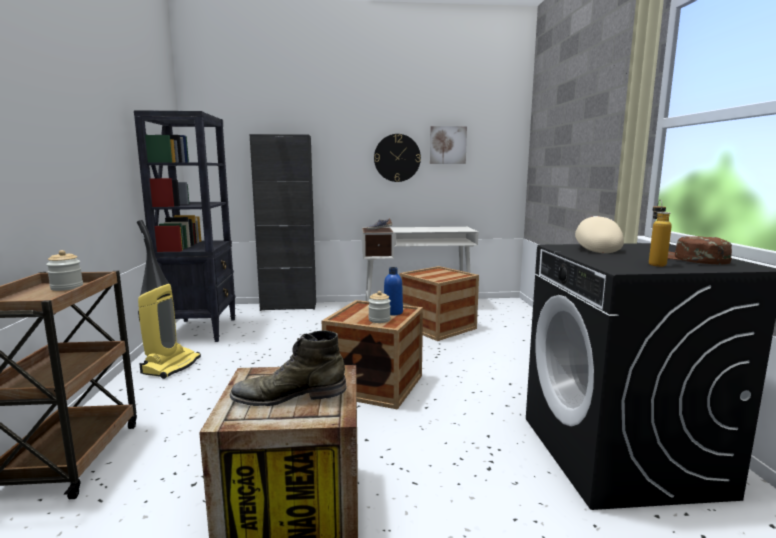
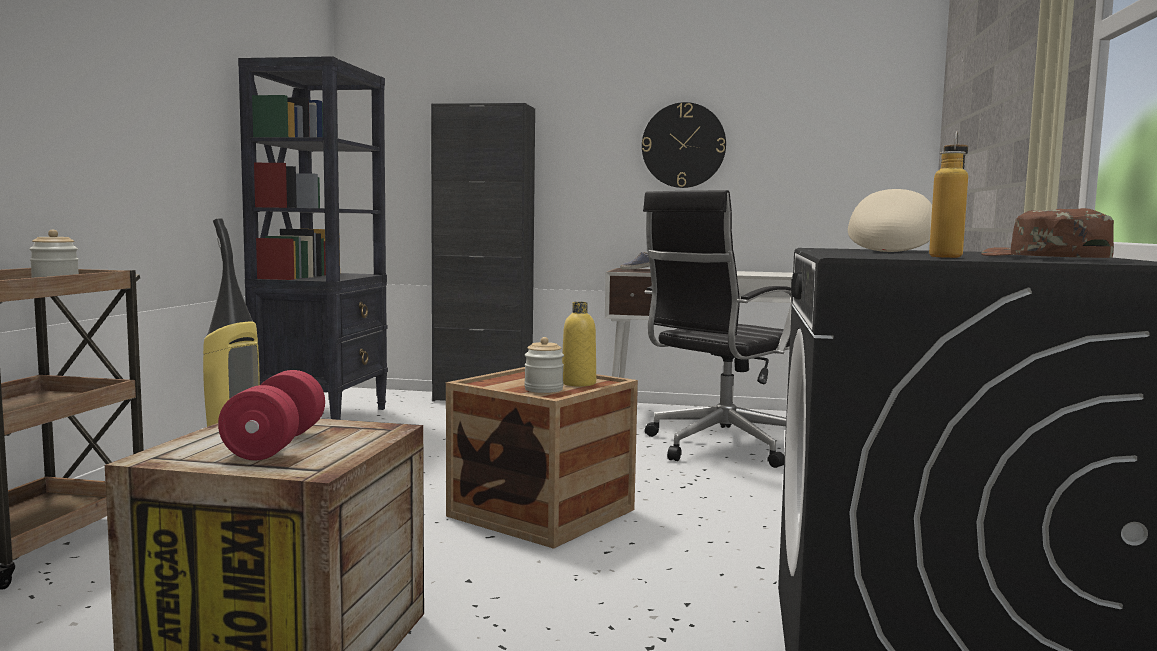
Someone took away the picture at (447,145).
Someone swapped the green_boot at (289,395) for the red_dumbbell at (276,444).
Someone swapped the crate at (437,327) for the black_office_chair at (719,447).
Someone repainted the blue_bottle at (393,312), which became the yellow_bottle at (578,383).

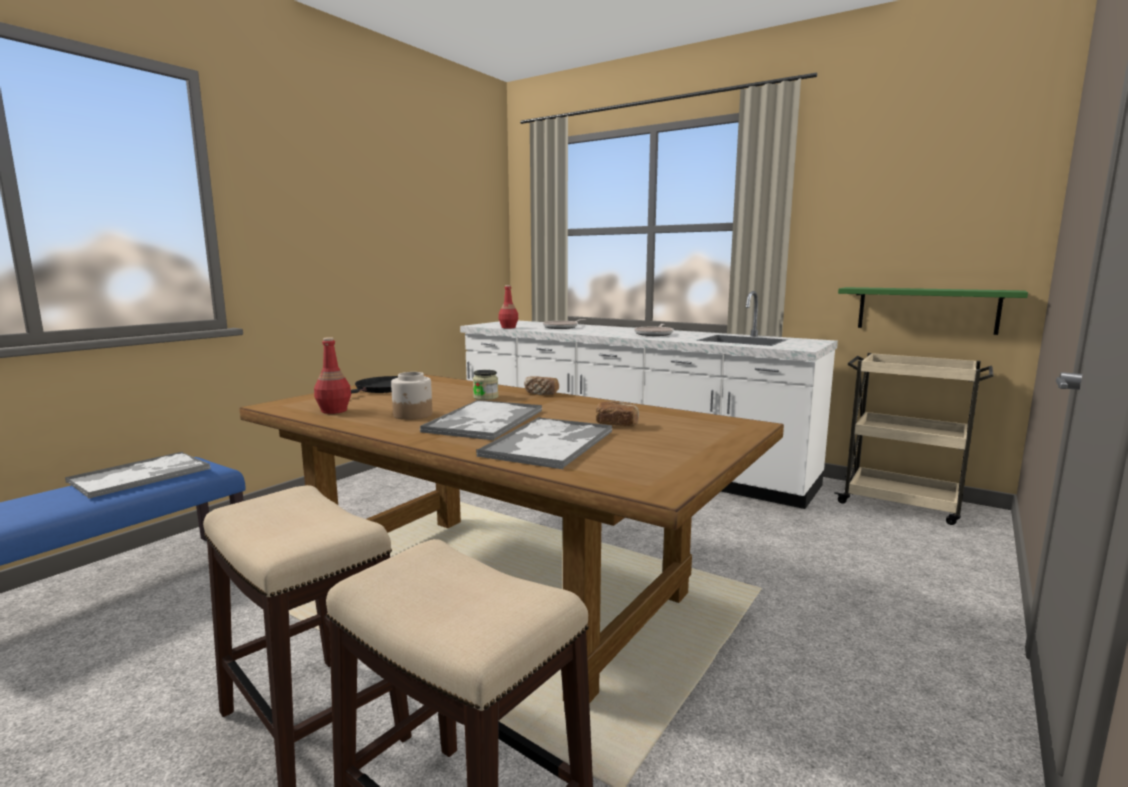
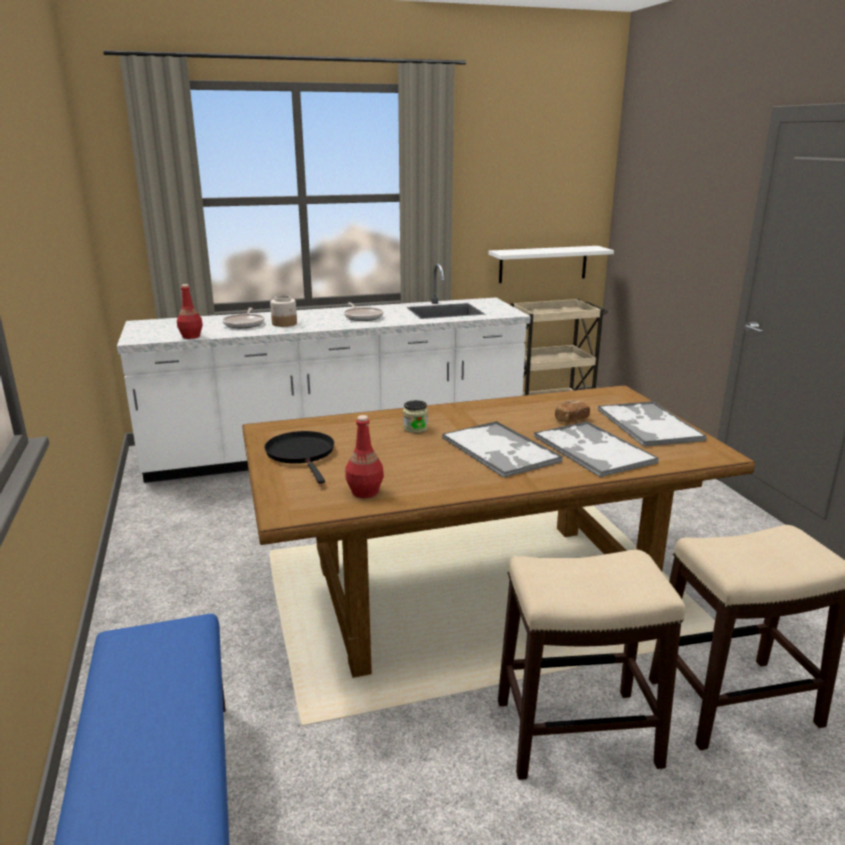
Someone took away the bread at (541,393).
Someone carried the tray from (142,475) to (648,424).
Someone carried the jar from (413,415) to (284,324).
Someone repainted the green_shelf at (926,310), which became the white_shelf at (543,264).

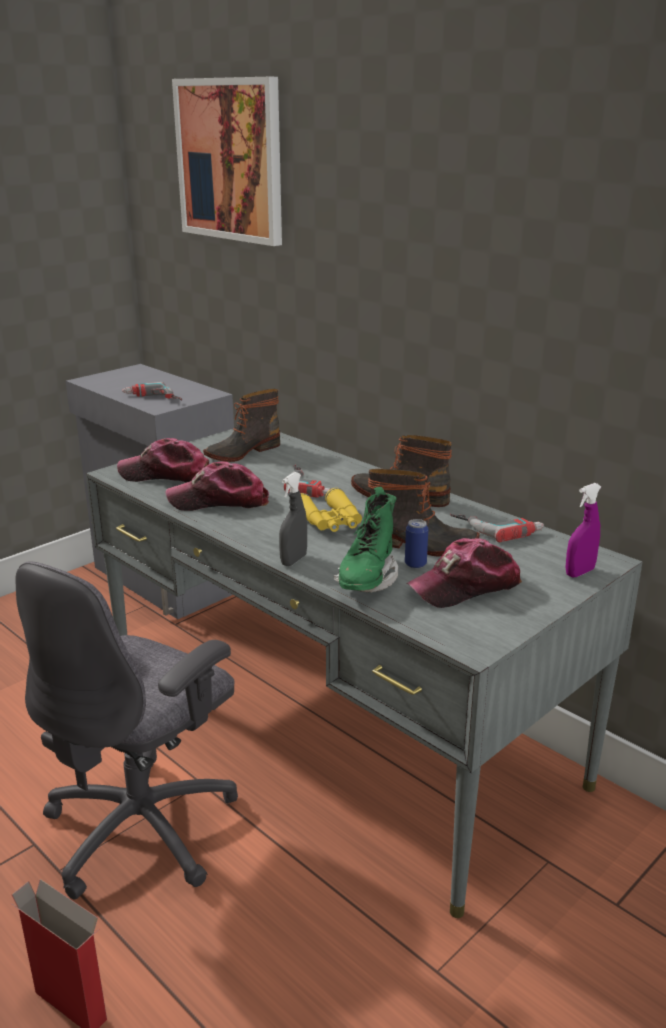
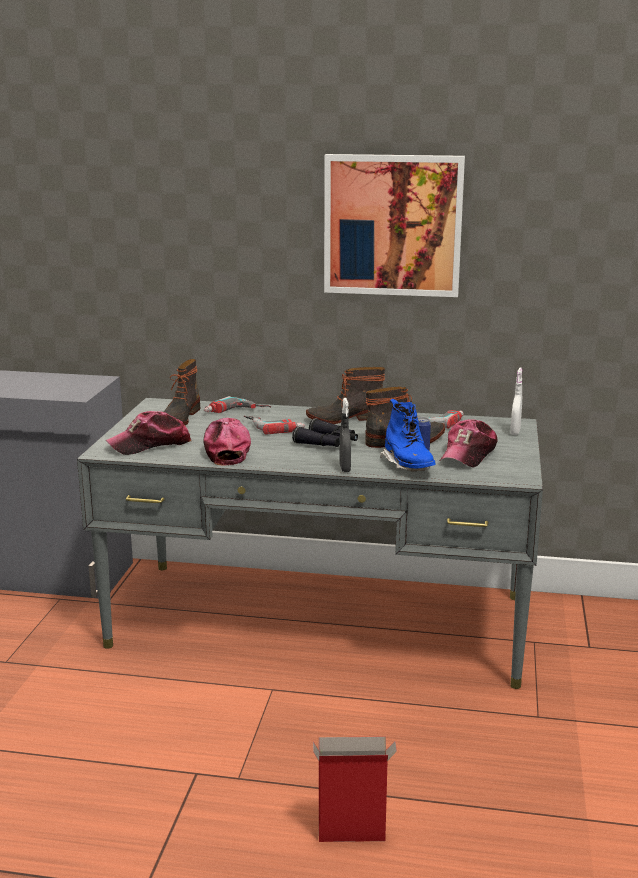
Someone took away the grey_office_chair at (144,827).
Someone carried the power_drill from (152,399) to (236,412).
Someone carried the picture from (230,160) to (393,225).
Someone repainted the yellow_binoculars at (330,522), which became the black_binoculars at (328,443).
Someone repainted the green_boot at (367,580), which became the blue_boot at (408,466).
Someone repainted the purple_spray_bottle at (579,572), which became the white_spray_bottle at (515,432).
Someone rotated the cap at (219,501) by 120 degrees clockwise.

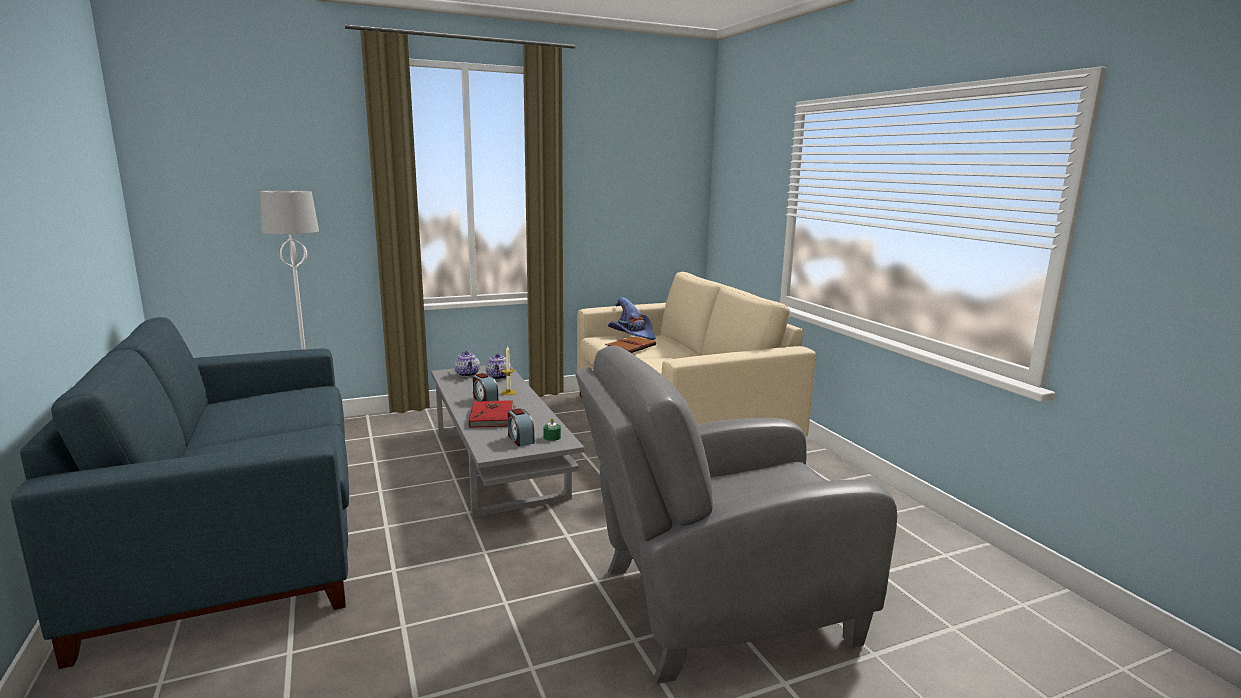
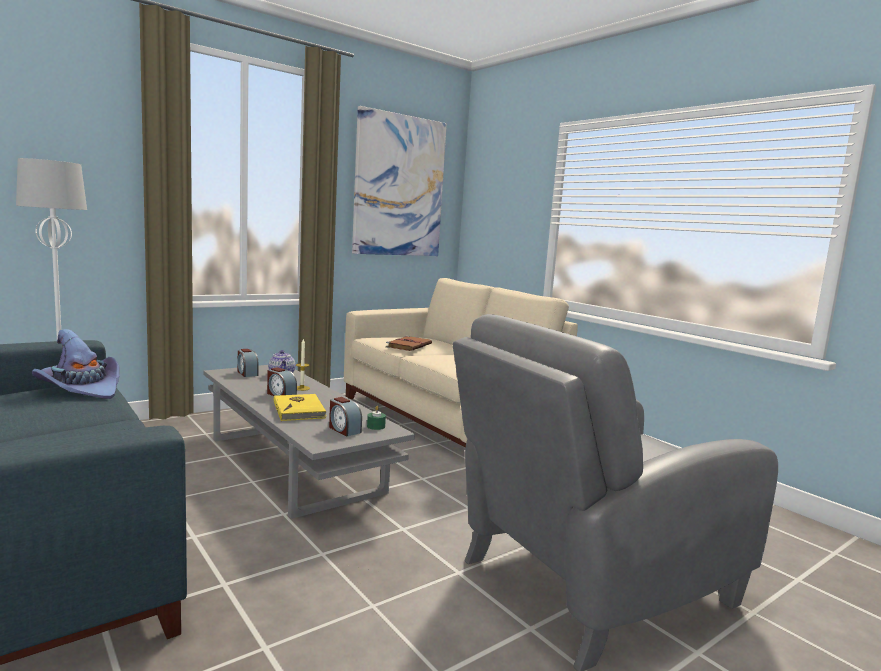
Someone put up the picture at (399,186).
Someone carried the purple_hat from (632,334) to (81,389).
Someone swapped the teapot at (468,374) for the alarm_clock at (247,373).
Someone repainted the red_book at (493,416), which became the yellow_book at (300,410).

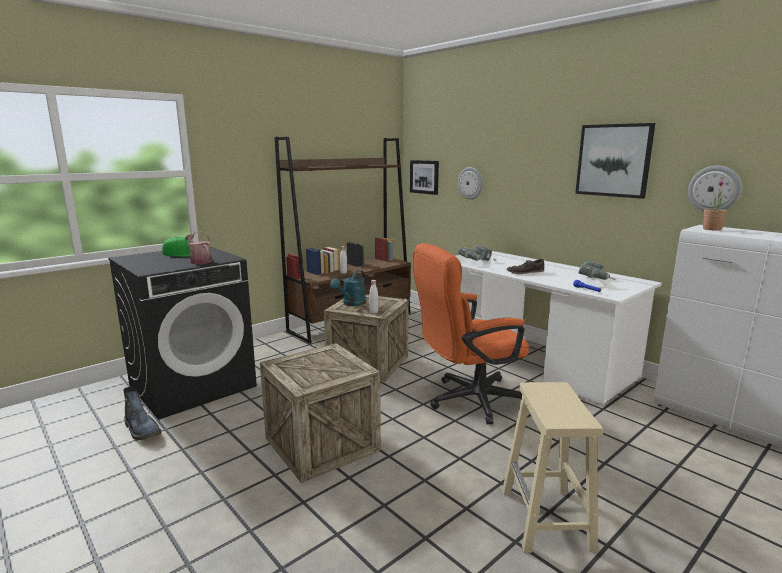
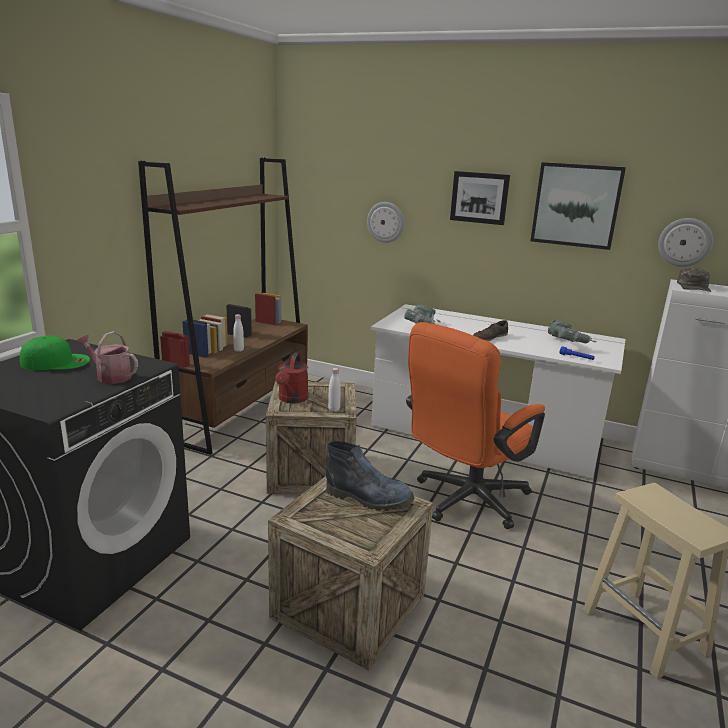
Someone carried the boot from (143,430) to (370,498).
Someone carried the picture from (424,177) to (479,197).
Someone swapped the potted_plant at (712,229) for the green_cap at (694,287).
Someone repainted the turquoise_watering_can at (351,304), which became the red_watering_can at (292,399).

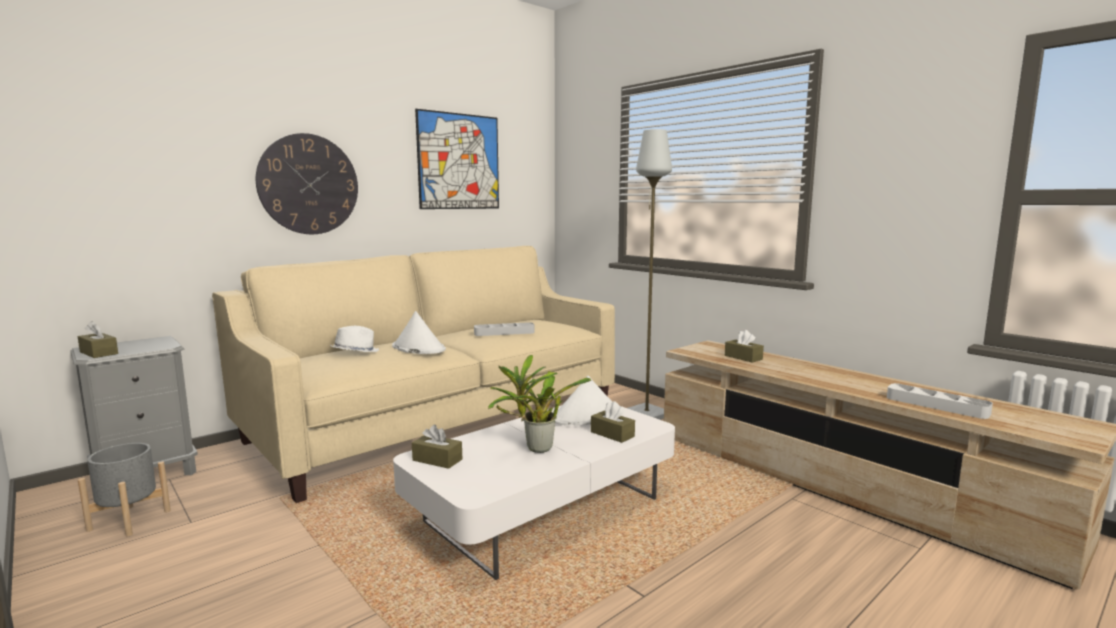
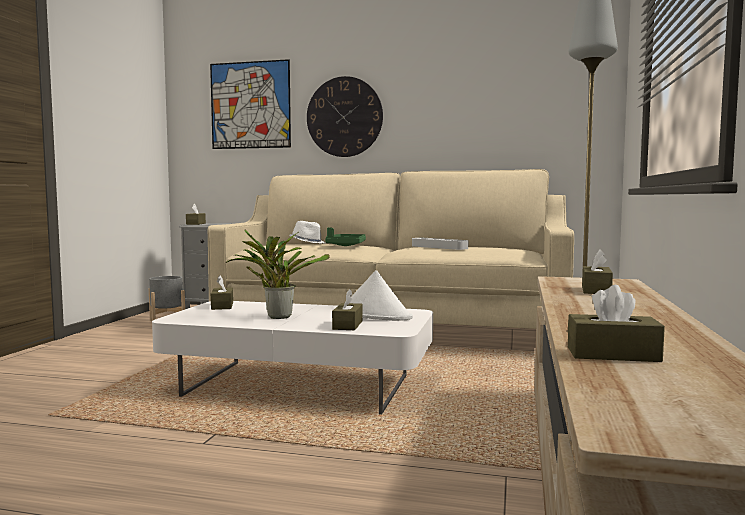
Someone carried the picture from (459,161) to (250,105).
Someone swapped the white_hat at (418,348) for the green_tray at (346,246).
Someone swapped the grey_tray at (936,405) for the brown_tissue_box at (613,354).

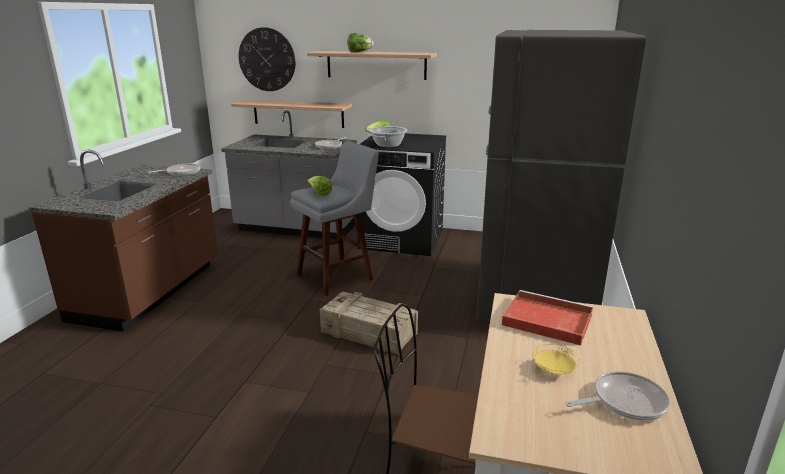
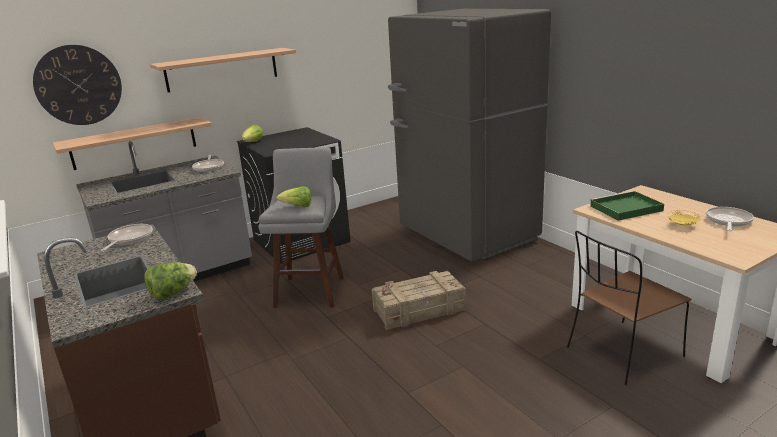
Someone took away the cooking_pot at (388,145).
Someone carried the lettuce from (359,52) to (173,293).
Someone repainted the red_tray at (545,320), which became the green_tray at (625,208).

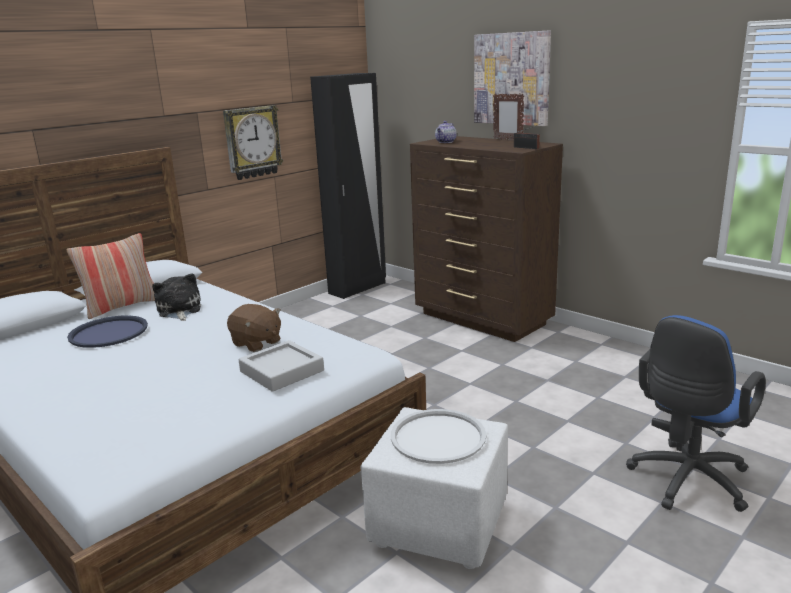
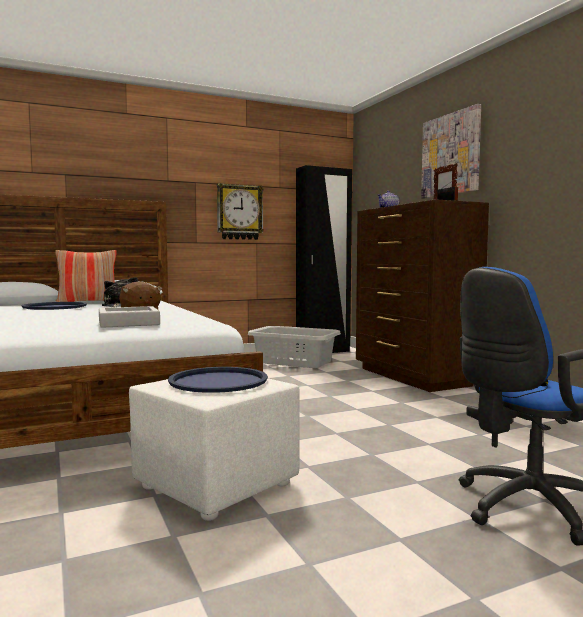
Someone put down the grey_laundry_basket at (294,362).
Someone repainted the white_tray at (438,437), which became the blue_tray at (218,381).

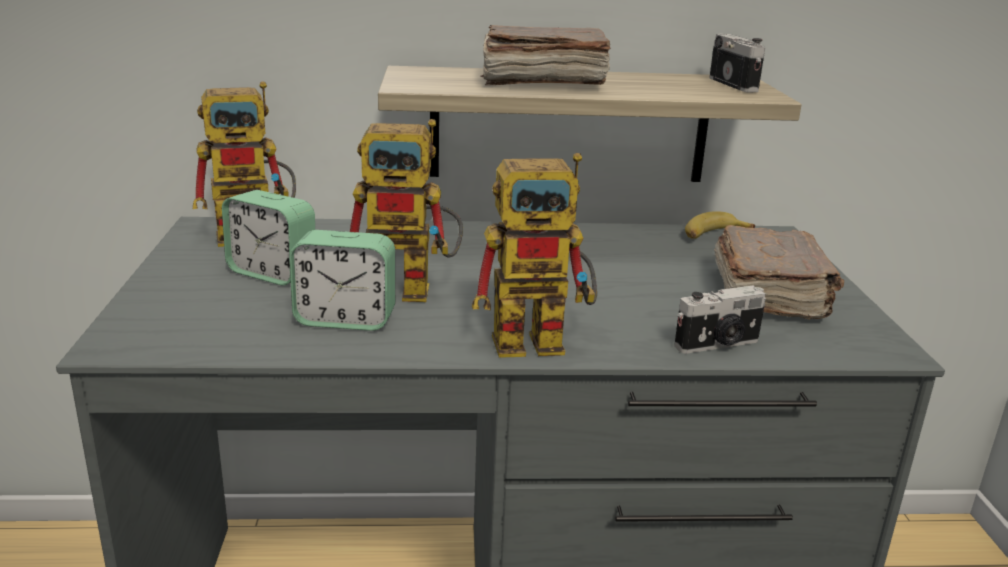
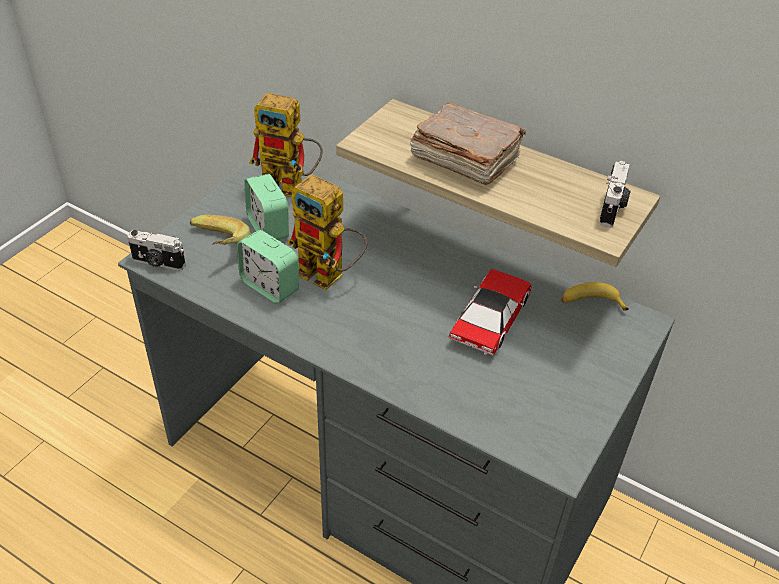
Someone took away the toy_robot at (543,340).
Someone took away the brown_book at (769,295).
Someone put down the banana at (216,247).
Someone put down the toy_car at (490,319).
Someone carried the photo_camera from (718,345) to (158,263).

